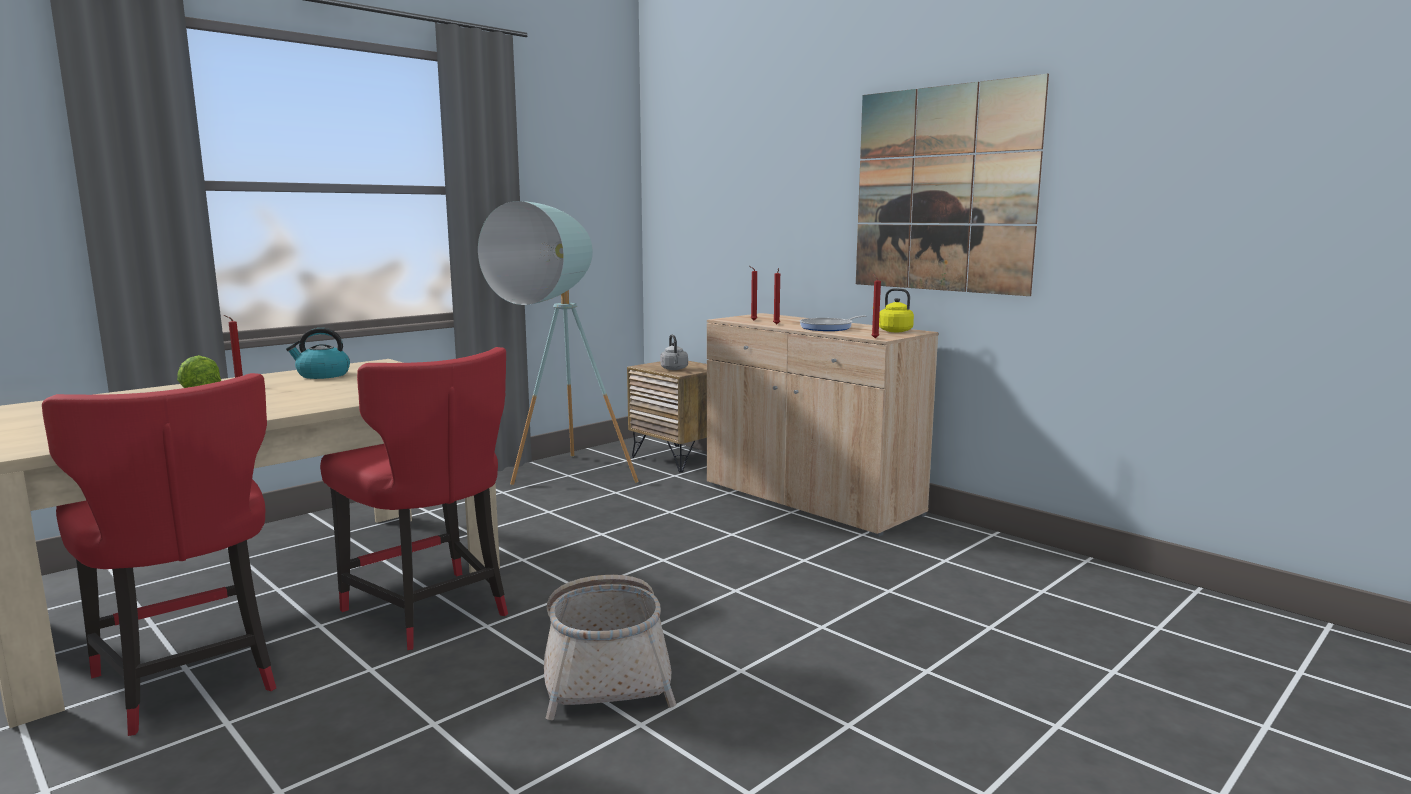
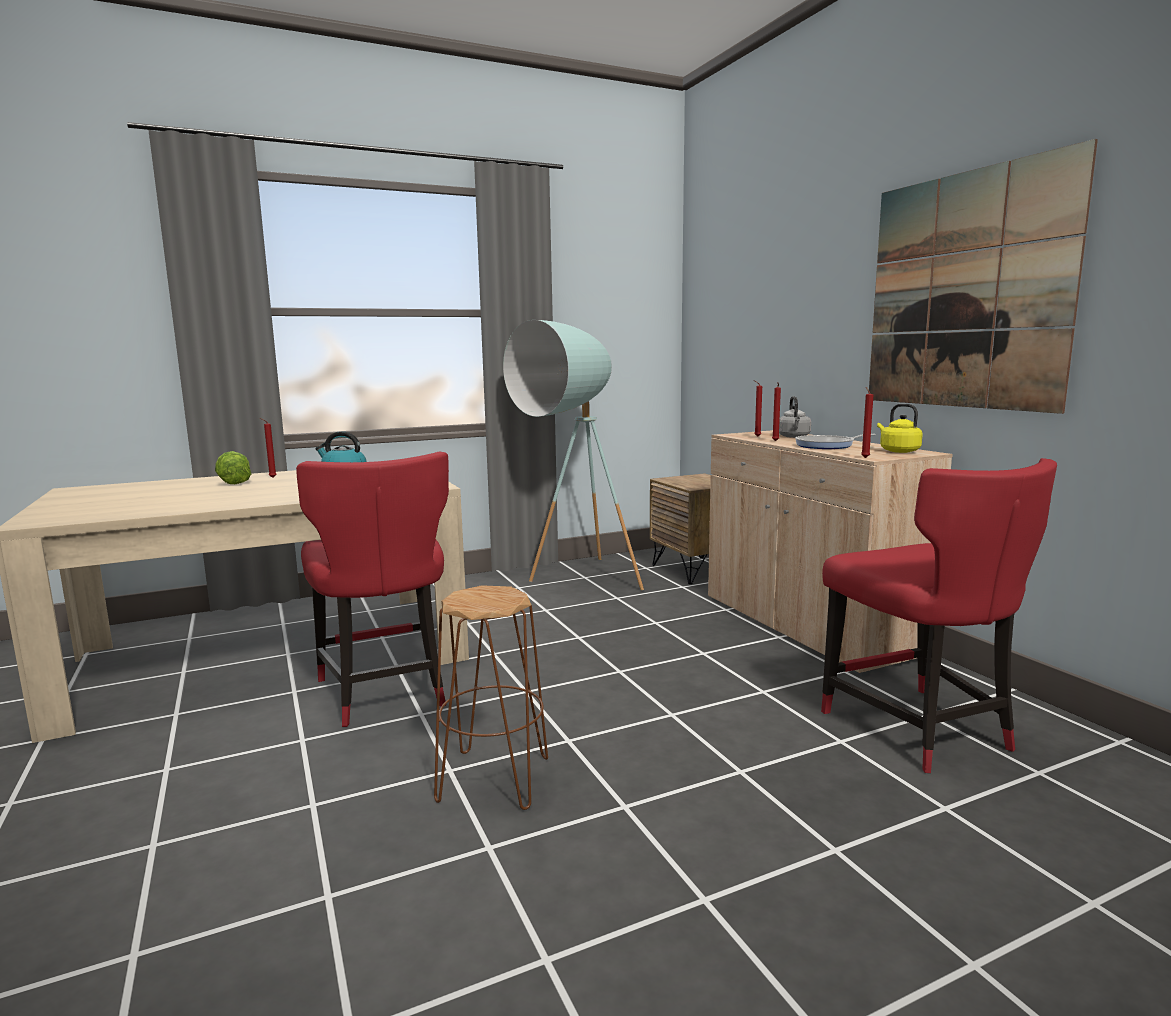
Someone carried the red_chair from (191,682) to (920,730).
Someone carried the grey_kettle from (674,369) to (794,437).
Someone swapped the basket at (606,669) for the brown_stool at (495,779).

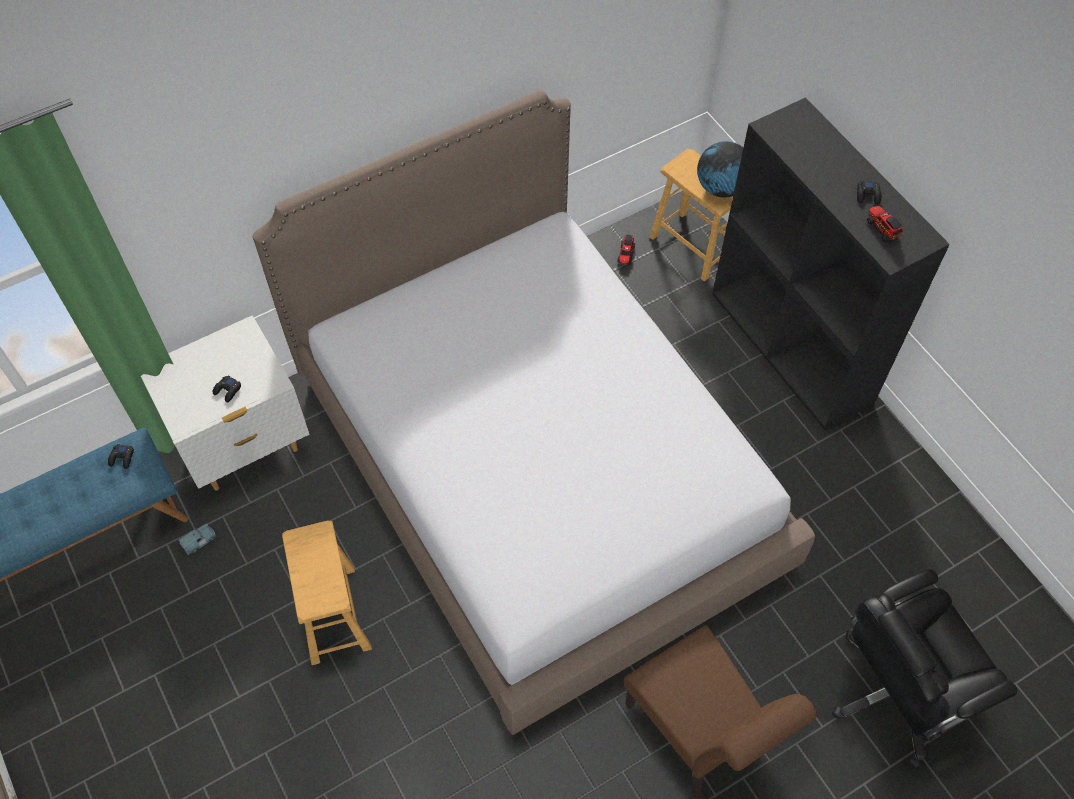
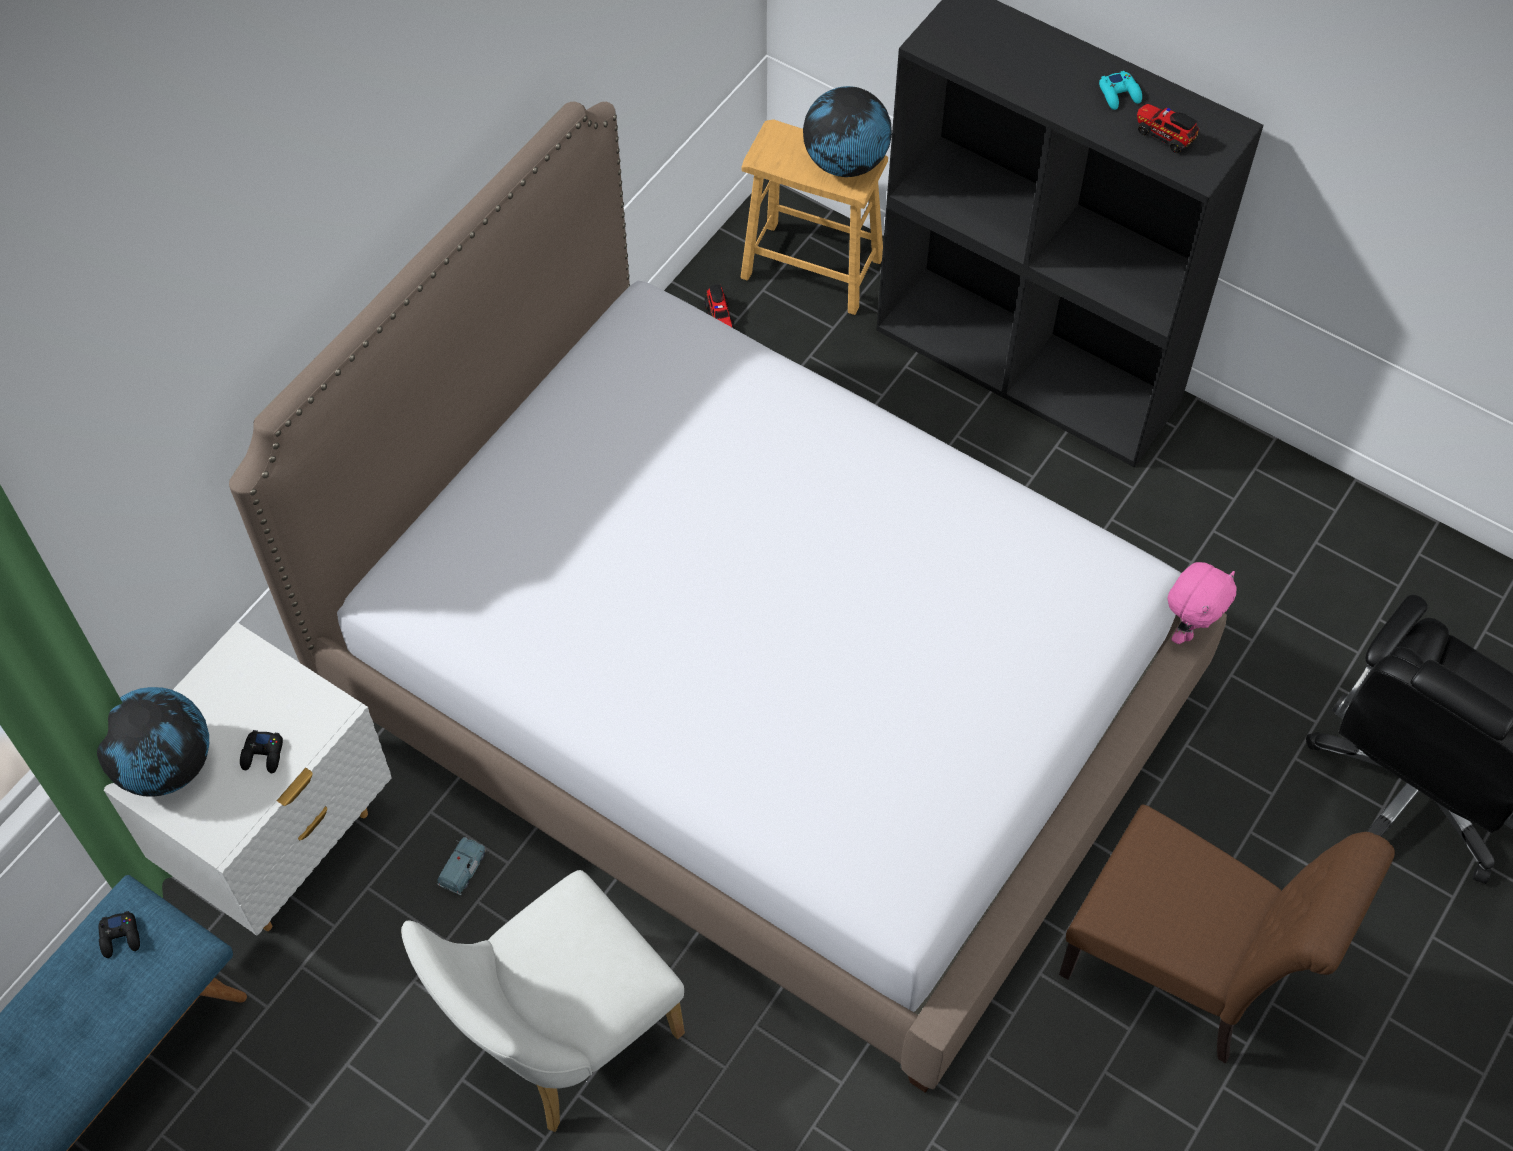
Someone put down the globe at (167,765).
Someone put down the pink_plush_toy at (1189,629).
Someone carried the blue_toy_car from (199,541) to (463,869).
Someone swapped the brown_stool at (333,615) for the white_chair at (561,1040).
Someone repainted the black_game_controller at (868,195), which became the turquoise_game_controller at (1119,94).

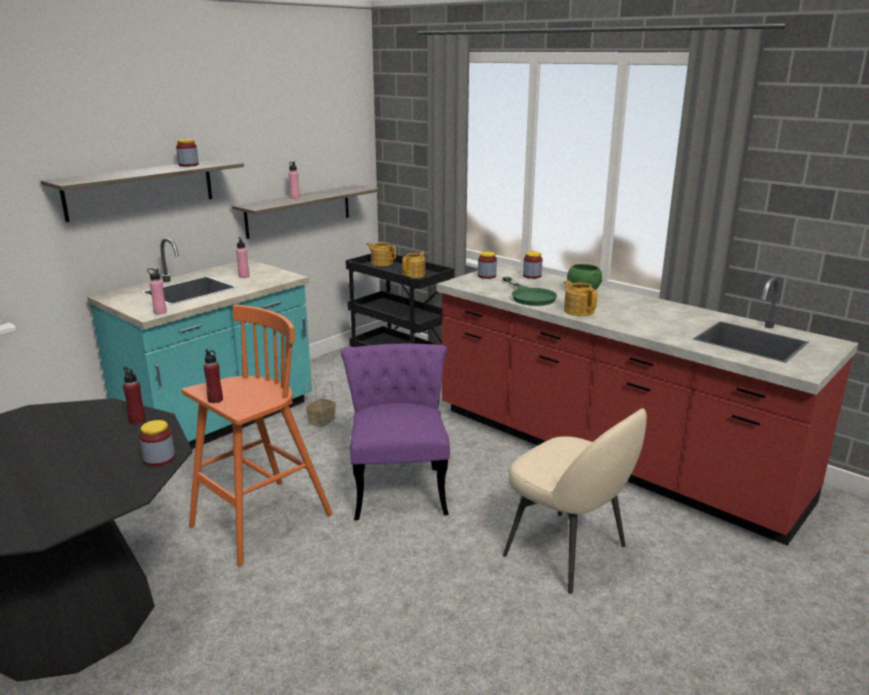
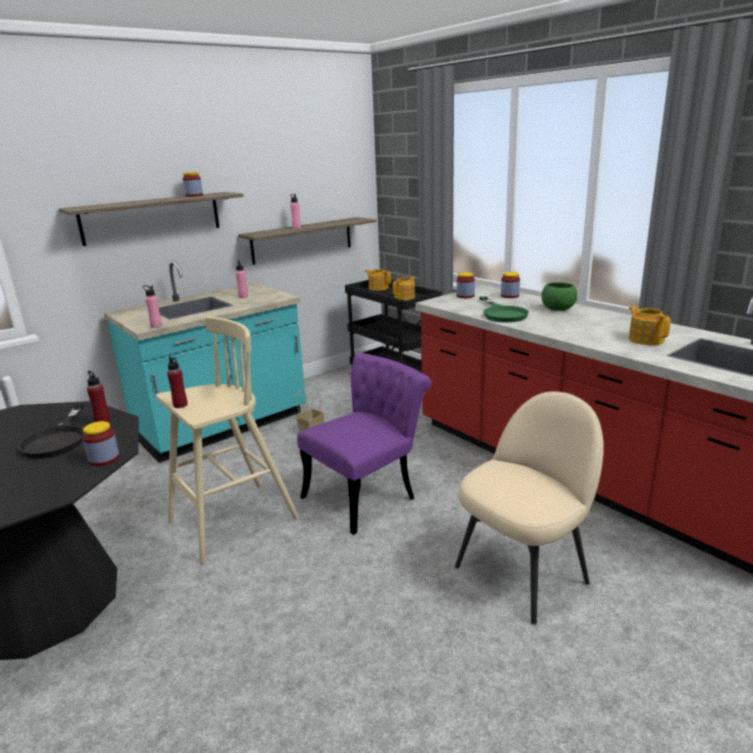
Someone put down the black_frying_pan at (58,439).
Someone carried the teapot from (578,311) to (645,339).
Someone repainted the orange_stool at (259,522), which became the beige_stool at (231,521).
Someone rotated the purple_chair at (399,485) by 45 degrees clockwise.
Someone rotated the beige_chair at (568,552) by 90 degrees counterclockwise.

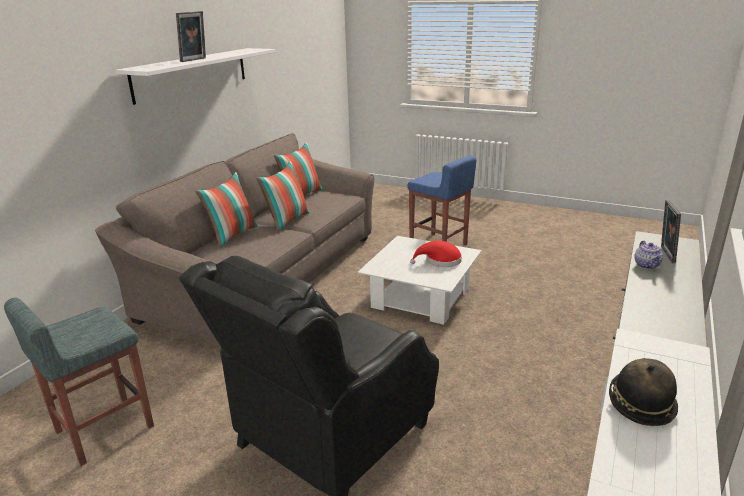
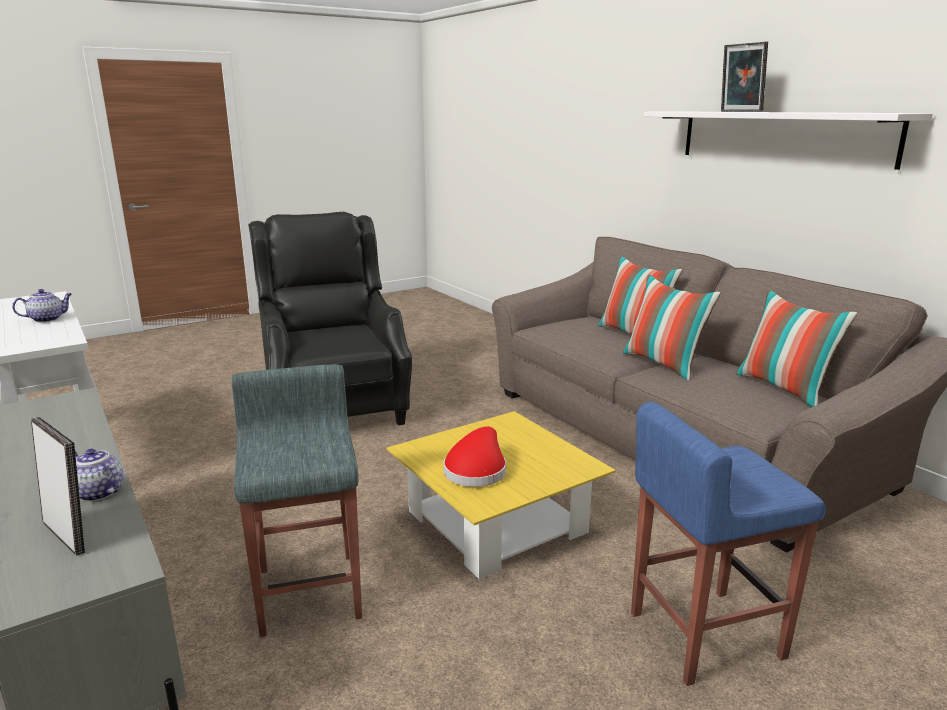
Someone carried the grey_stool from (103,430) to (309,590).
Someone swapped the hat at (640,404) for the teapot at (47,319).
Someone repainted the white_coffee_table at (421,298), which became the yellow_coffee_table at (496,522).

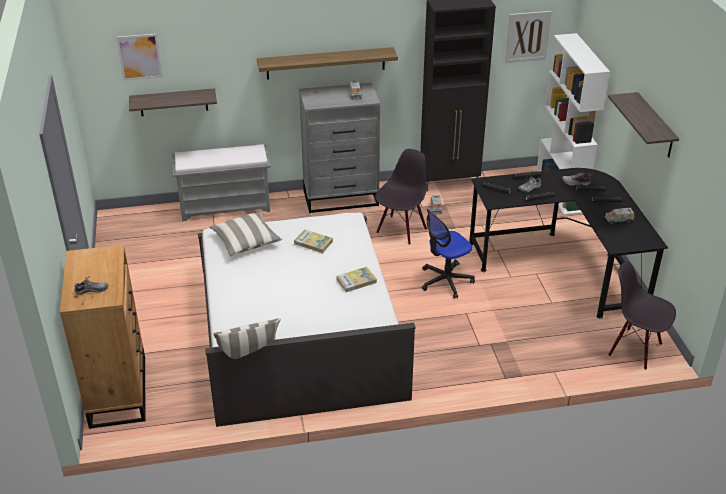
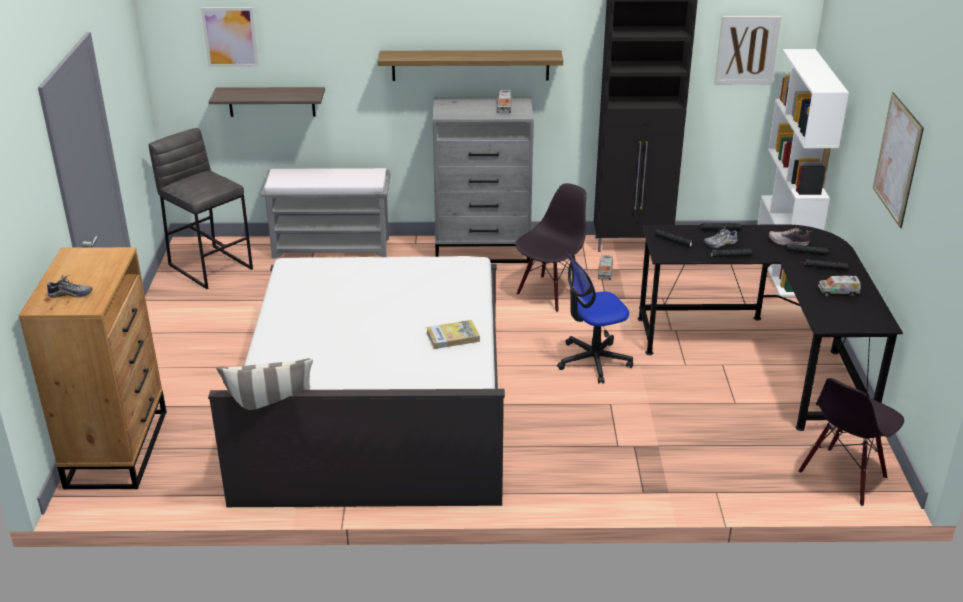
Someone took away the pillow at (246,241).
Someone took away the book at (313,242).
Someone put down the grey_stool at (211,266).
Someone swapped the shelf at (655,126) for the picture at (897,159).
Someone rotated the black_chair at (635,349) by 90 degrees counterclockwise.

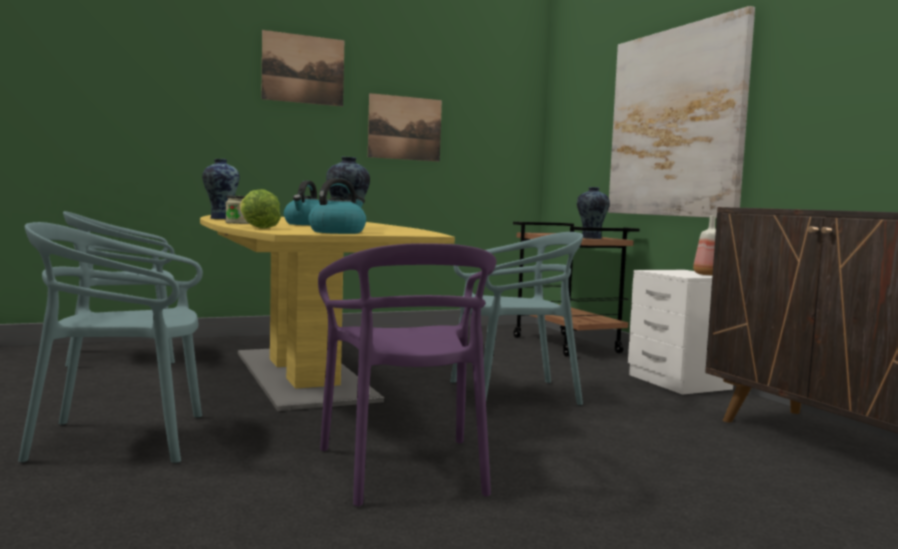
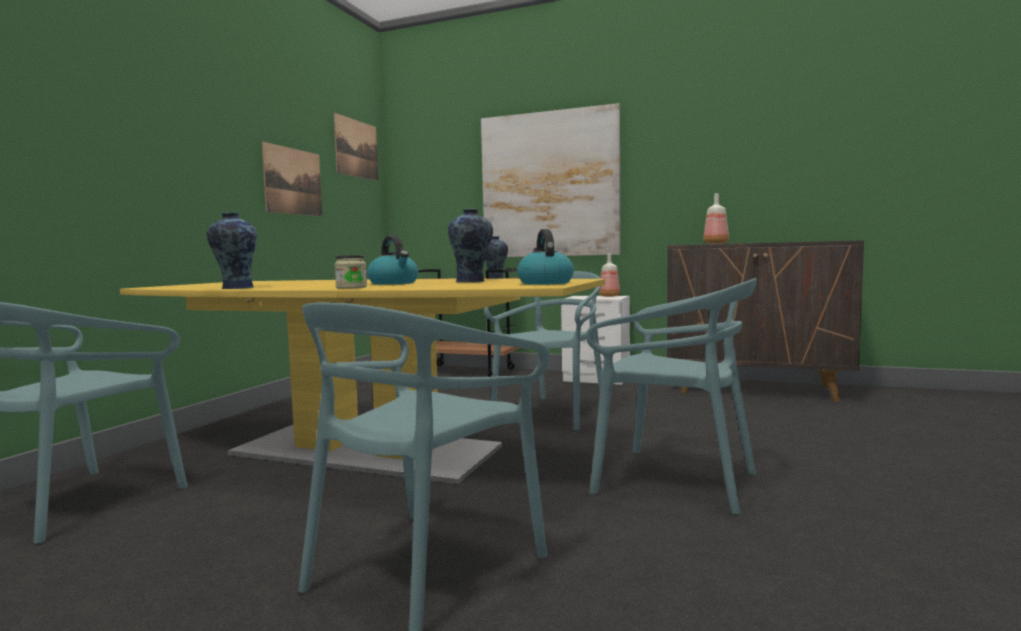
Someone took away the lettuce at (257,228).
Someone put down the bottle at (716,243).
Someone carried the picture from (303,69) to (356,148).
Someone repainted the purple_chair at (406,469), which became the turquoise_chair at (673,481).

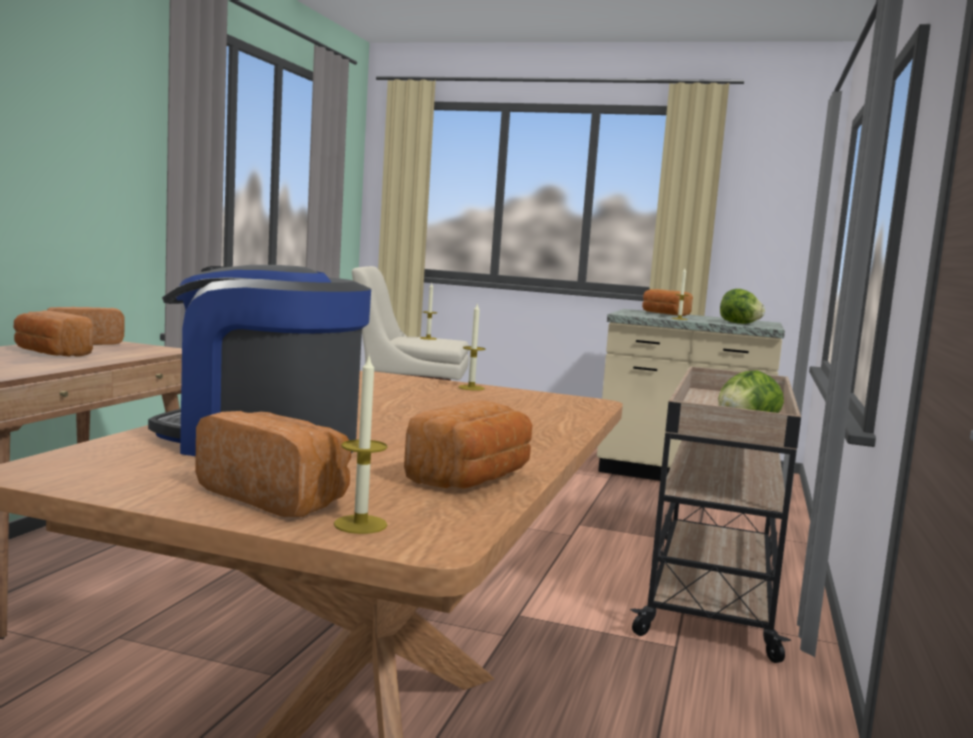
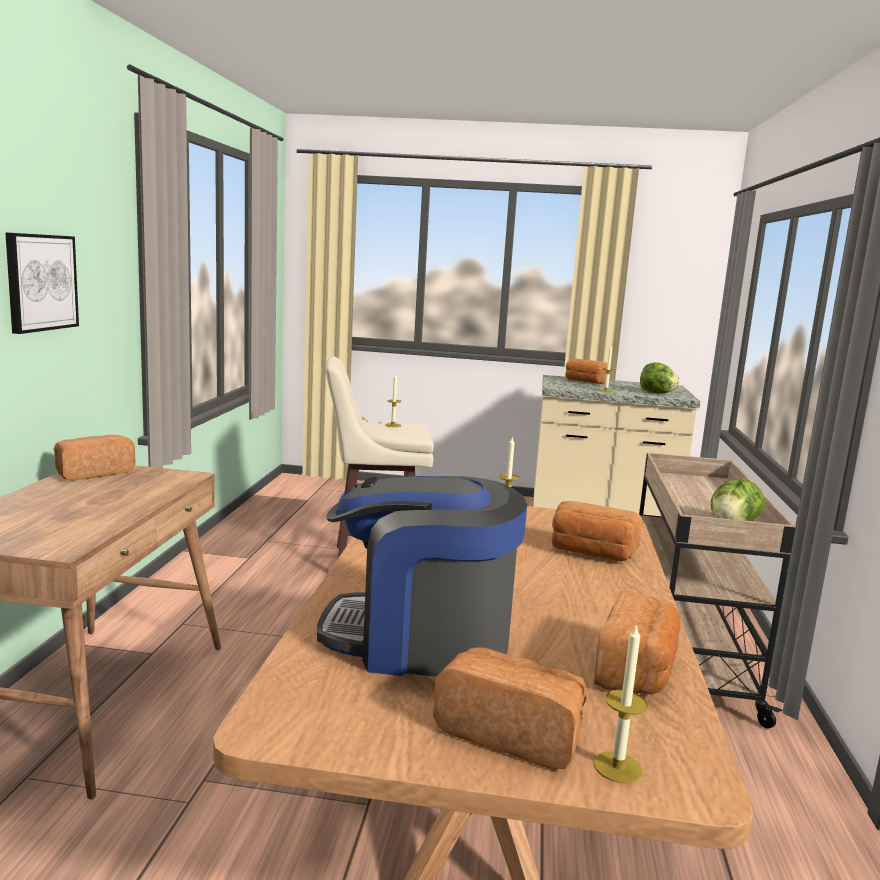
Someone put up the picture at (40,282).
Someone carried the bread from (50,353) to (591,553).

